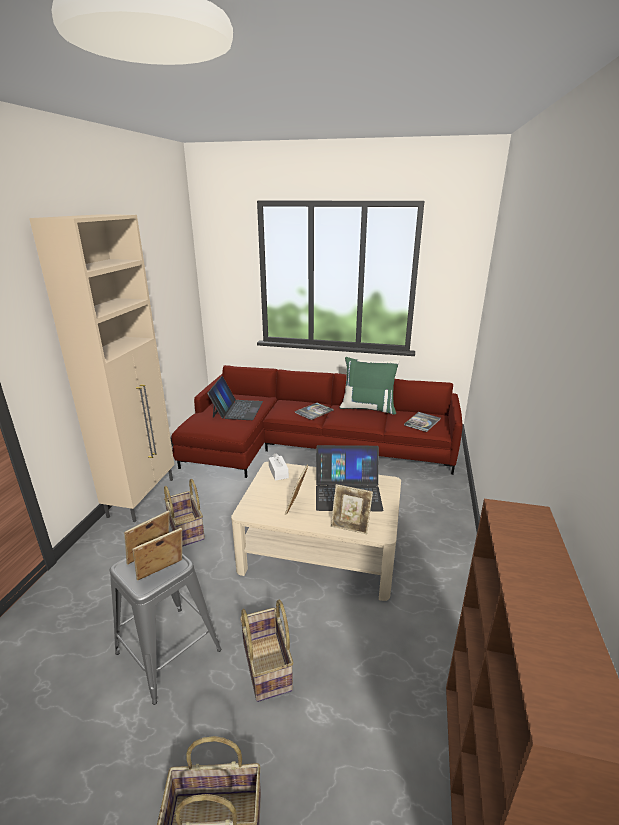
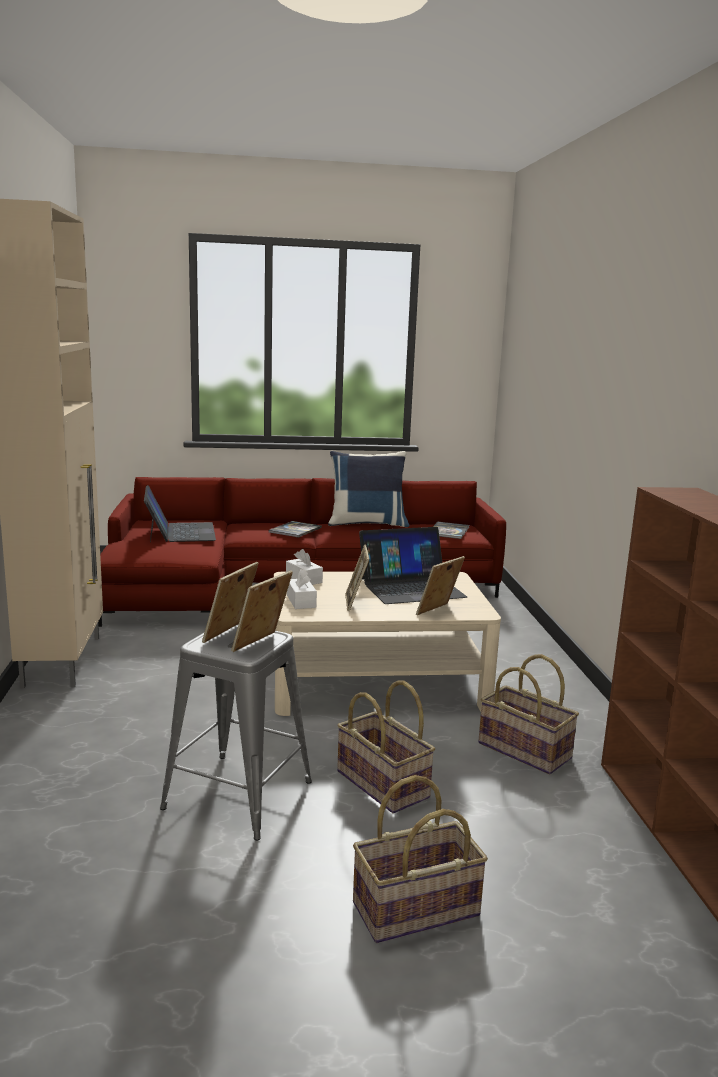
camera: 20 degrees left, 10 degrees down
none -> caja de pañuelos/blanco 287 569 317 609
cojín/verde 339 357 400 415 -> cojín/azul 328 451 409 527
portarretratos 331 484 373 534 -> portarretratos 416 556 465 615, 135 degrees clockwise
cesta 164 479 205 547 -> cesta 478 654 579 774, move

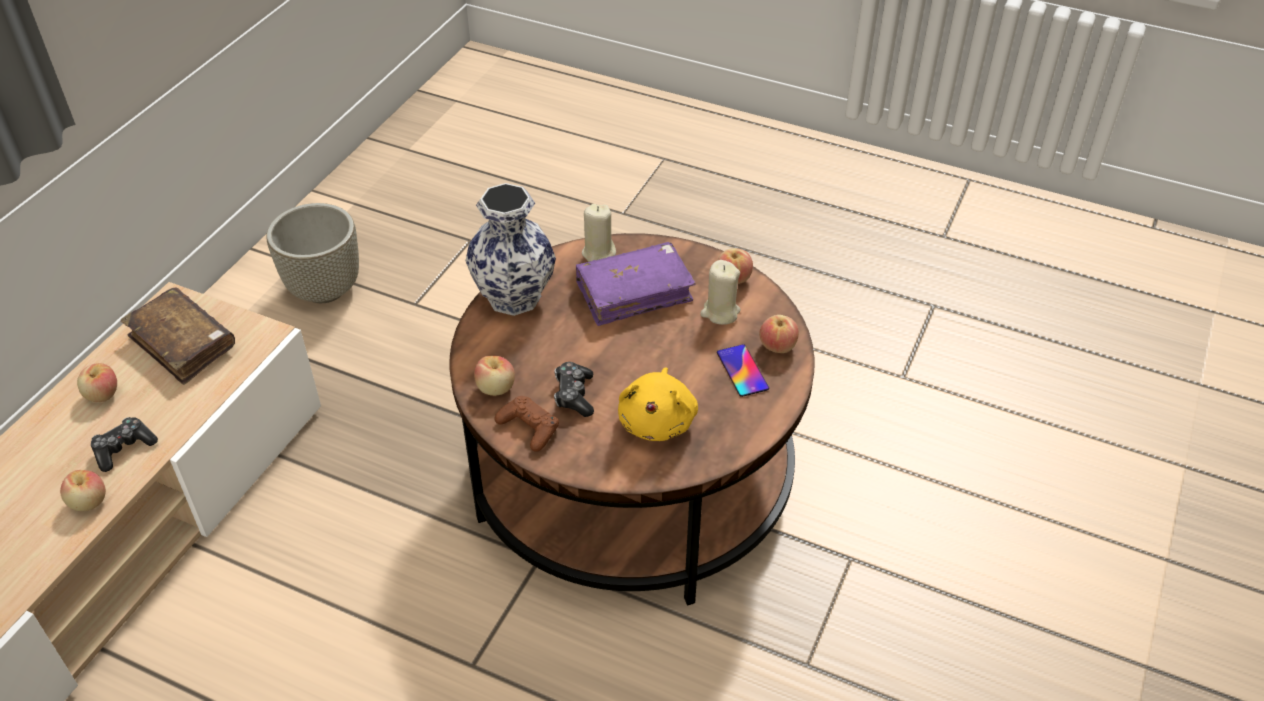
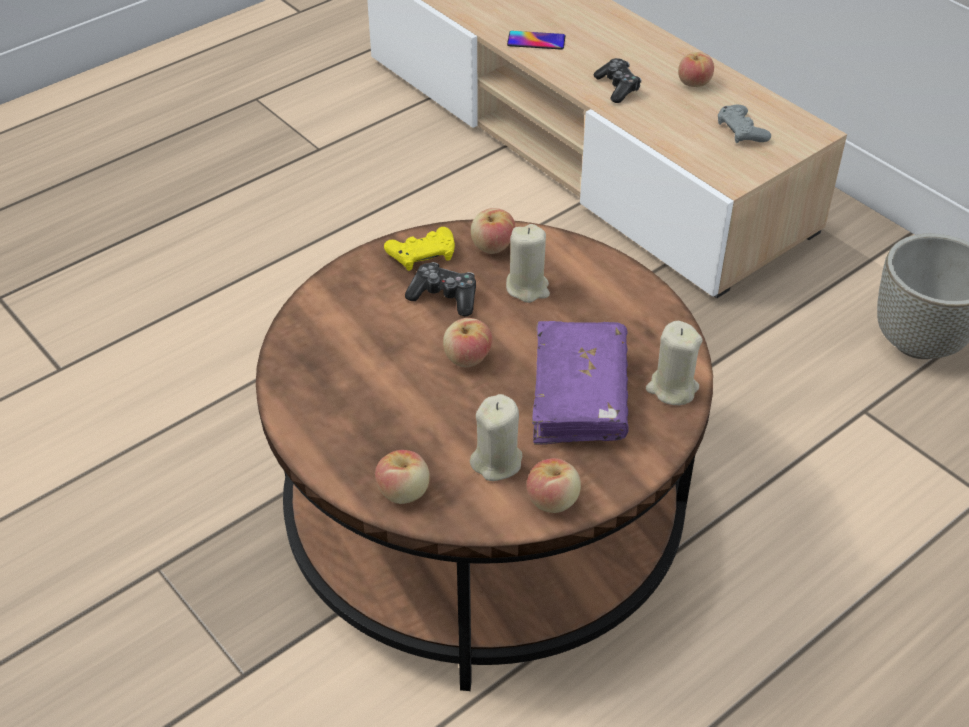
camera: 115 degrees right, 0 degrees up
mando de consola/marrón 494 396 559 452 -> mando de consola/amarillo 384 227 455 271
manzana 60 470 106 511 -> manzana 443 318 493 367, move
none -> vela/beis 506 224 550 303
móvil 717 344 769 397 -> móvil 507 31 566 50, move
libro/marrón 121 287 235 385 -> mando de consola/gris 718 105 771 143
florero 466 183 556 316 -> none
peluche/amarillo 618 368 698 441 -> none

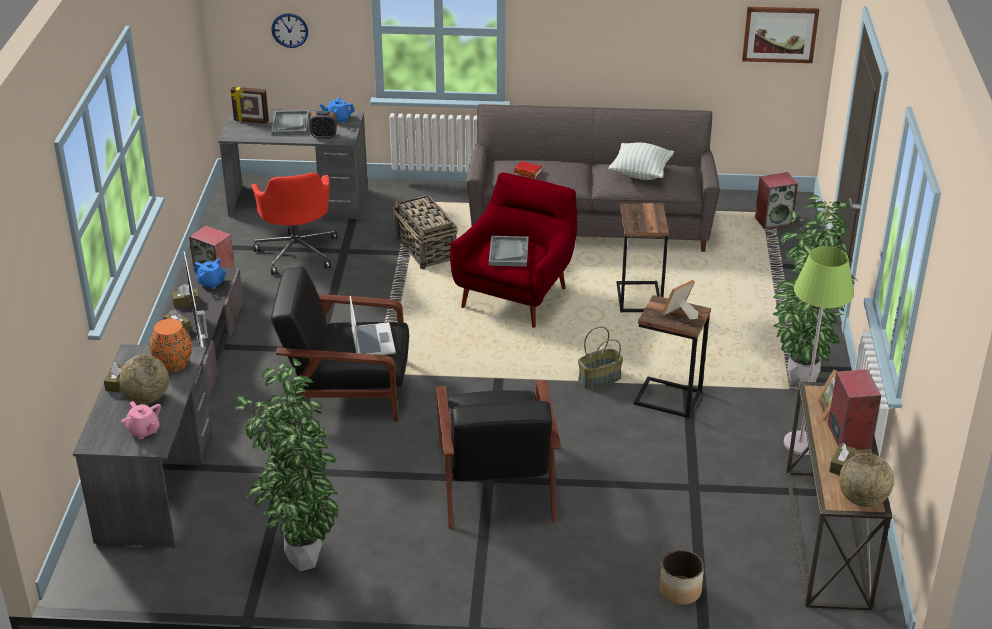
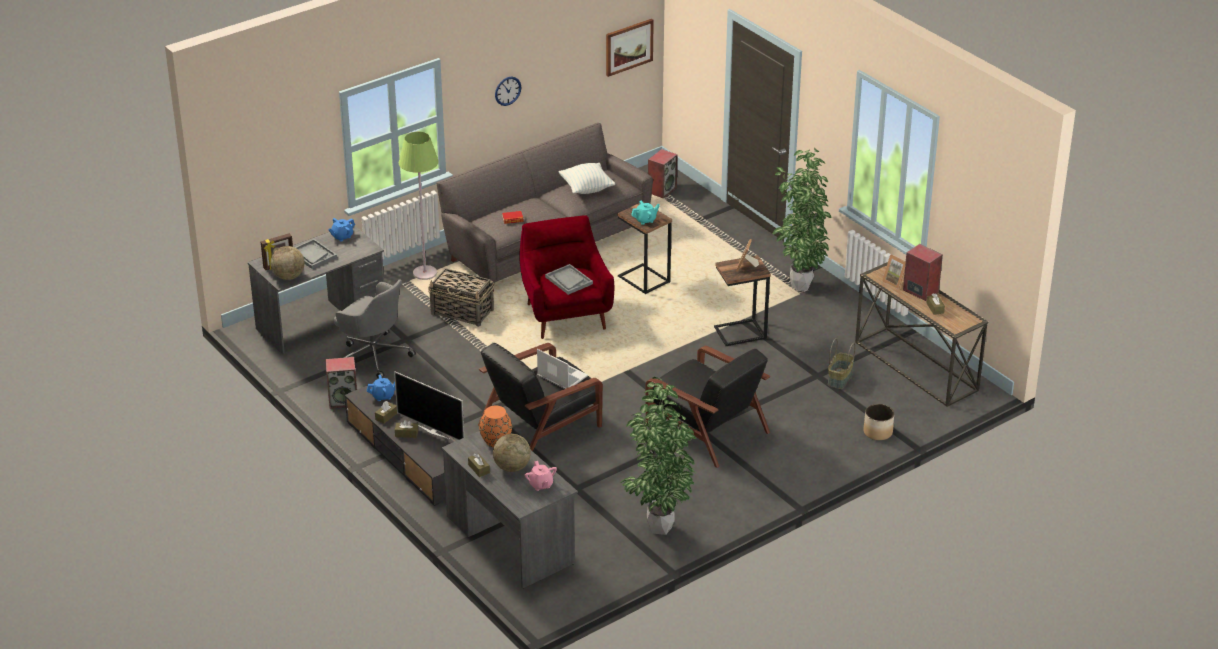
camera: 40 degrees left, 0 degrees up
globo terráqueo 839 453 894 507 -> globo terráqueo 270 246 305 280, move
silla de oficina/rojo 251 172 338 275 -> silla de oficina/gris 334 280 416 379
lámpara de pie/verde 784 246 854 455 -> lámpara de pie/verde 399 131 439 280, move
reloj de pared 271 13 308 48 -> reloj de pared 495 77 521 106, move
tetera/rosa 121 401 161 439 -> tetera/rosa 525 461 557 491, 60 degrees clockwise
none -> tetera/turquesa 631 201 660 225
cesta 578 327 623 389 -> cesta 828 338 855 389, move
despertador 310 111 337 139 -> none

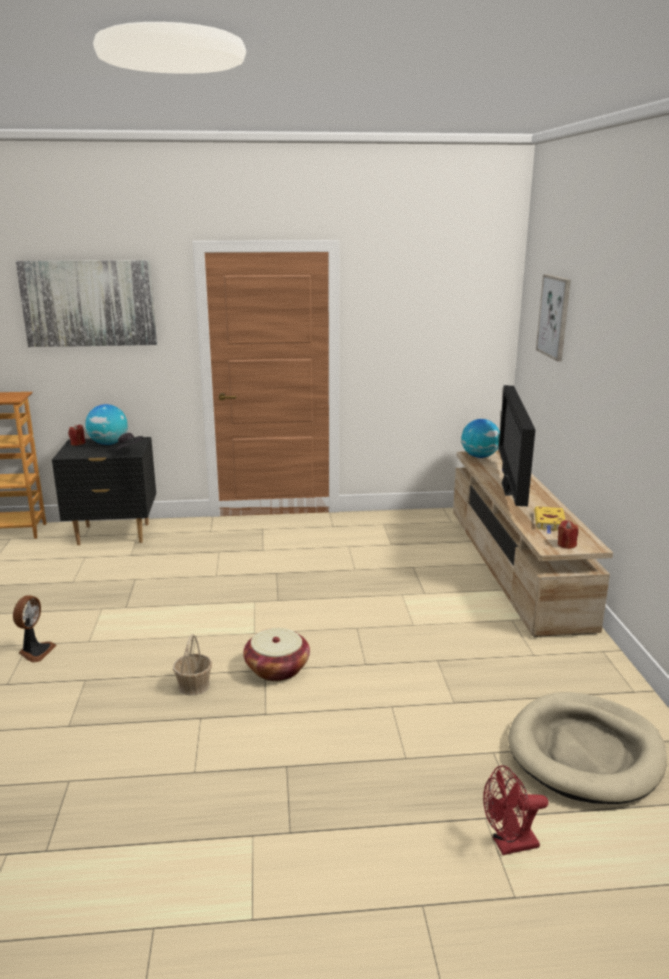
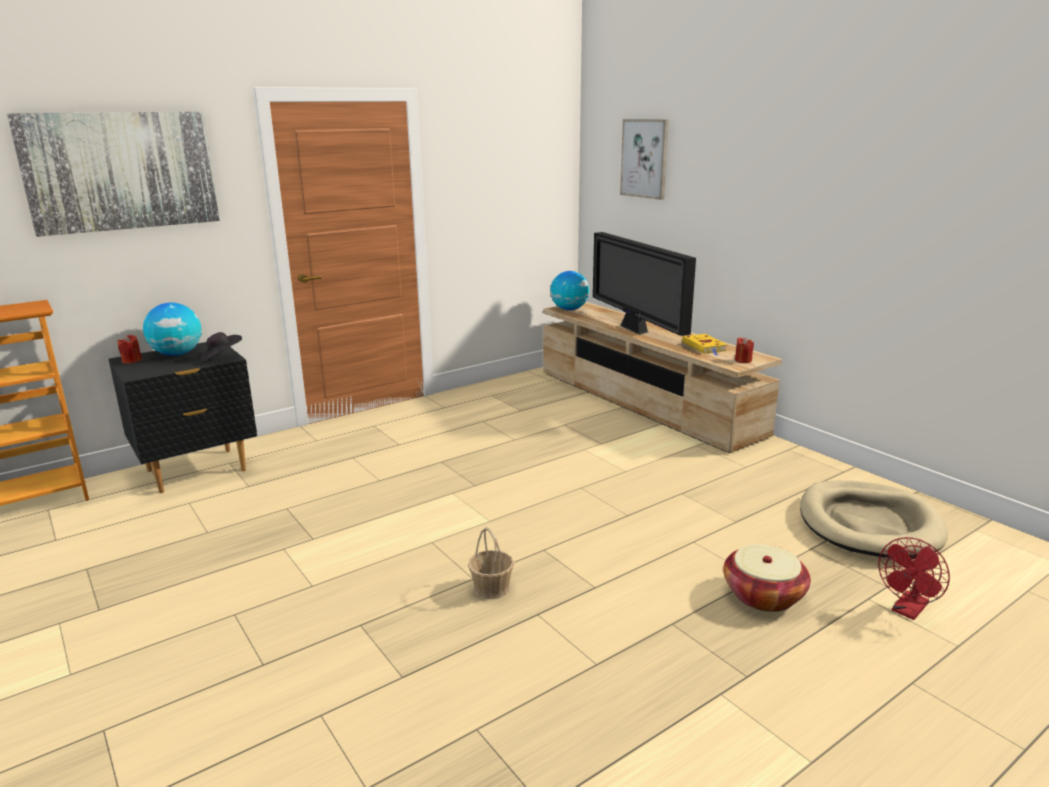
camera: 30 degrees left, 0 degrees up
cesta 243 628 310 681 -> cesta 723 544 811 612, move
ventilador 13 595 56 662 -> none

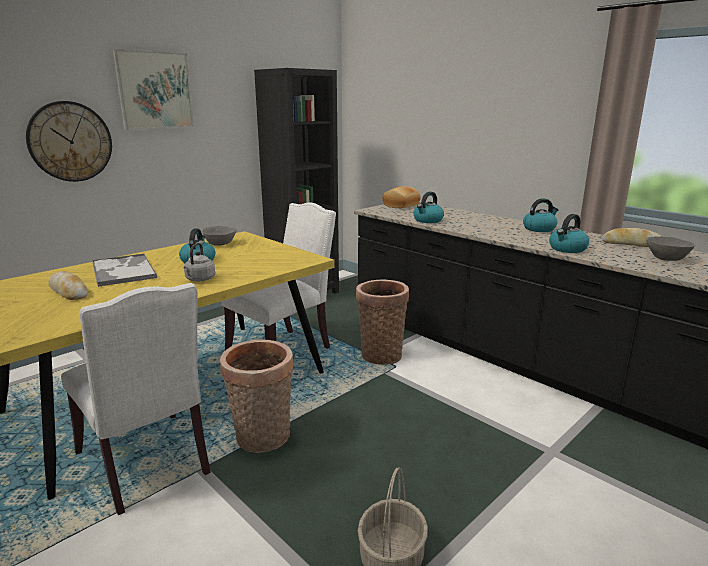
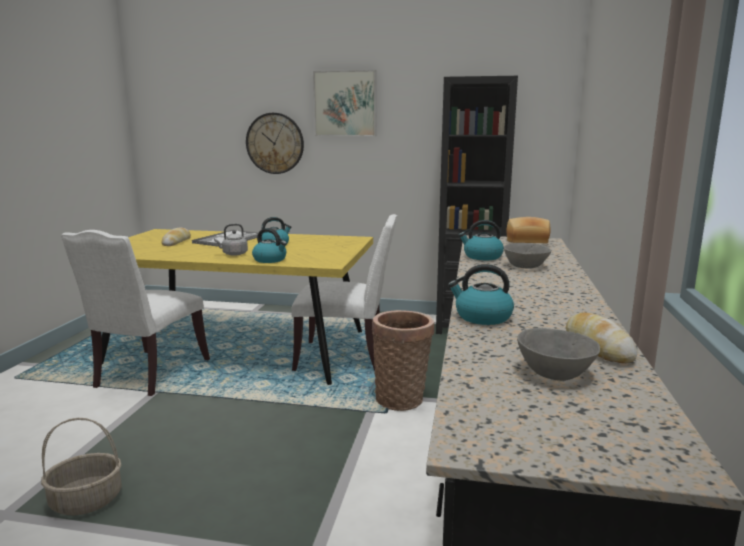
camera: 55 degrees right, 5 degrees down
hervidor 523 198 558 232 -> hervidor 252 228 287 263, move
cuenco/gris 202 226 237 246 -> cuenco/gris 504 243 551 268, move
cesta 220 339 293 453 -> none

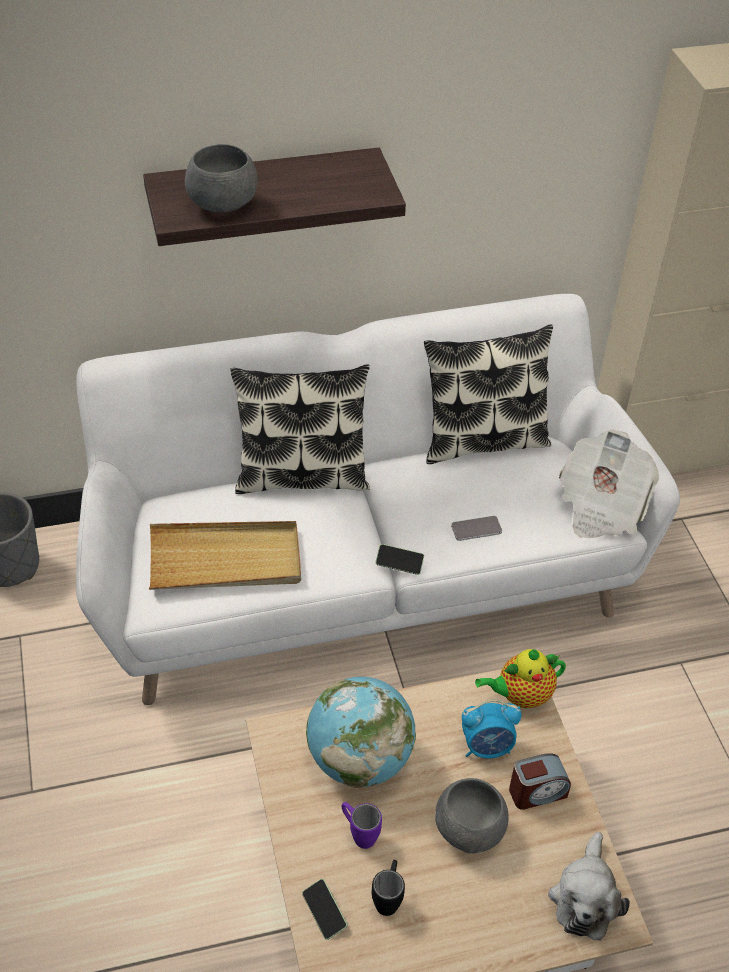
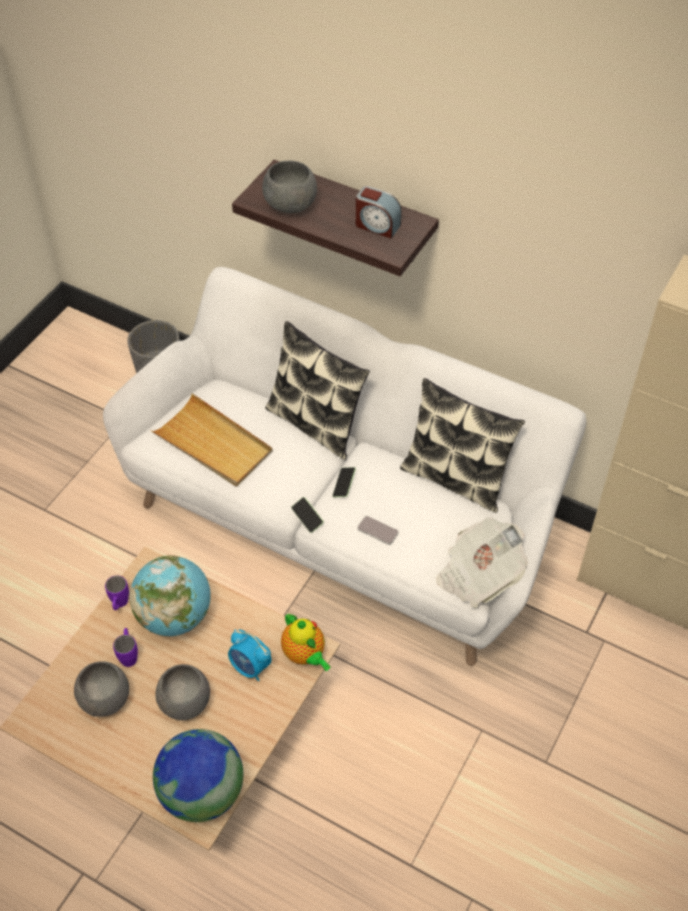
camera: 45 degrees right, 5 degrees up
taza grande/negro 372 860 405 916 -> cuenco/gris 74 661 129 717
none -> taza grande/morado 105 575 129 610
peluche 548 832 630 941 -> globo terráqueo 153 729 243 822
tetera 475 649 566 708 -> tetera 281 614 330 671, 150 degrees counterclockwise
móvil 302 879 347 940 -> móvil 333 467 356 497, move
despertador 509 753 571 810 -> despertador 356 186 401 238, move

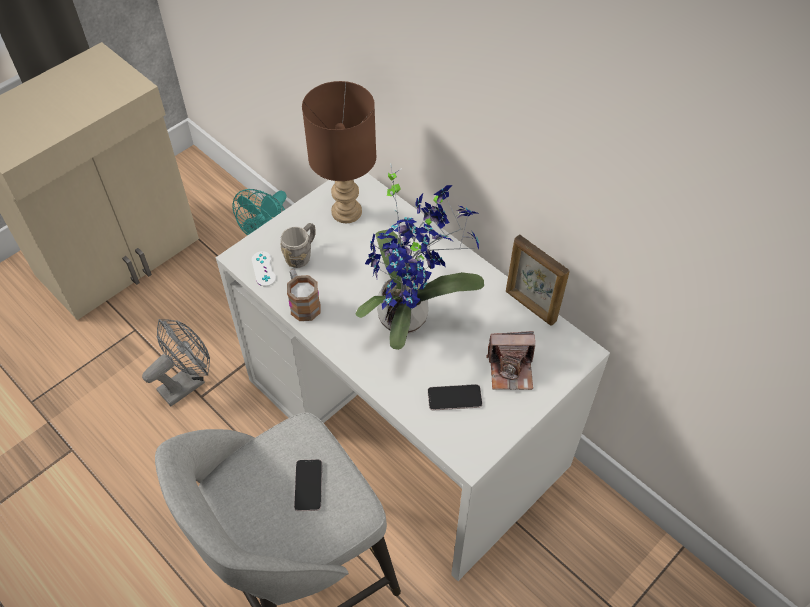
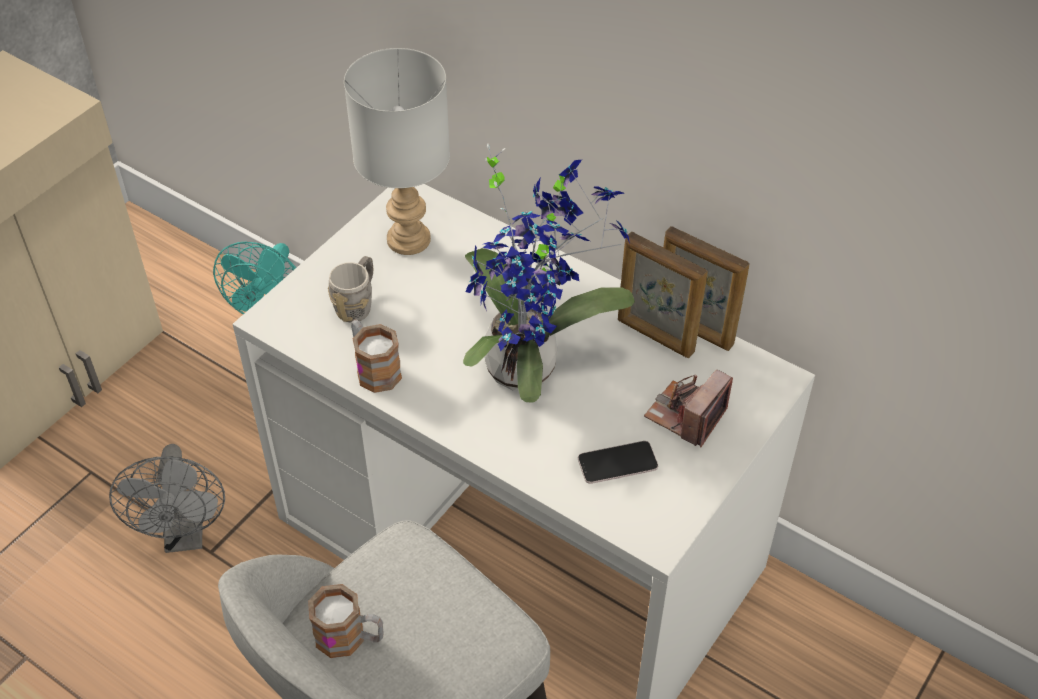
camera: 10 degrees left, 5 degrees down
ventilador/gris 142 319 210 406 -> ventilador/gris 109 444 225 553, 135 degrees clockwise
none -> taza grande 308 584 383 658
lámpara de mesa/marrón 302 81 376 223 -> lámpara de mesa/gris 344 48 450 255
none -> portarretratos 618 231 708 358
cámara 486 331 535 390 -> cámara 644 370 733 448, 135 degrees clockwise
mando de consola/blanco 252 251 276 287 -> none
móvil 294 459 322 511 -> none

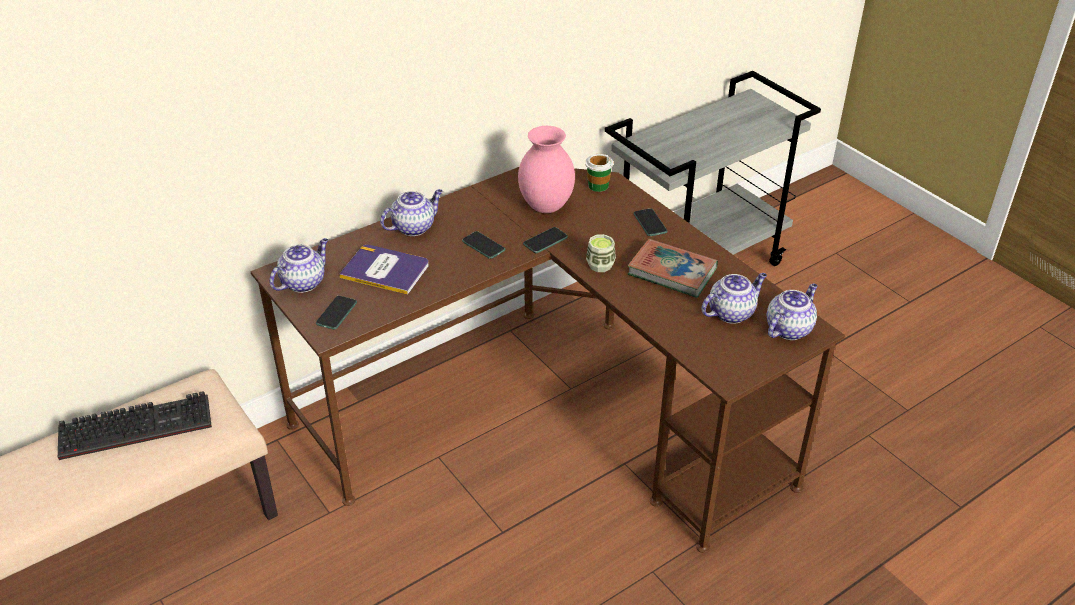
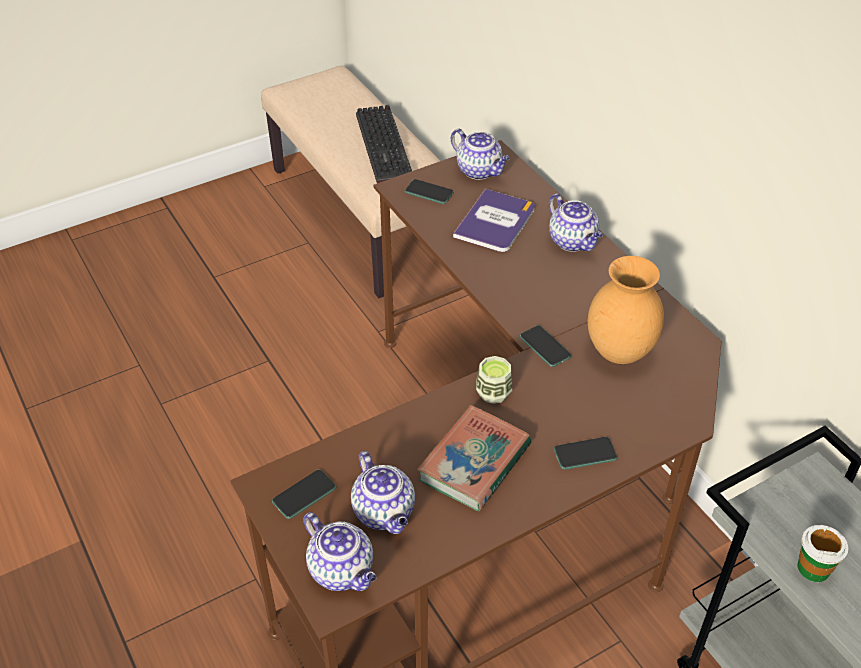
camera: 95 degrees right, 5 degrees up
móvil 462 231 505 259 -> móvil 272 470 336 519, move
florero/rosa 518 126 575 213 -> florero/marrón 588 256 664 364
taza 585 154 613 192 -> taza 797 525 848 582, move

